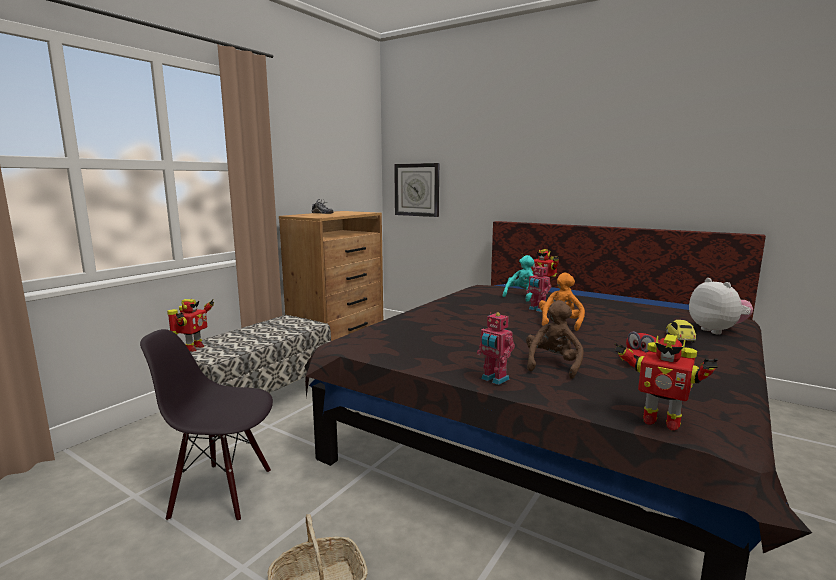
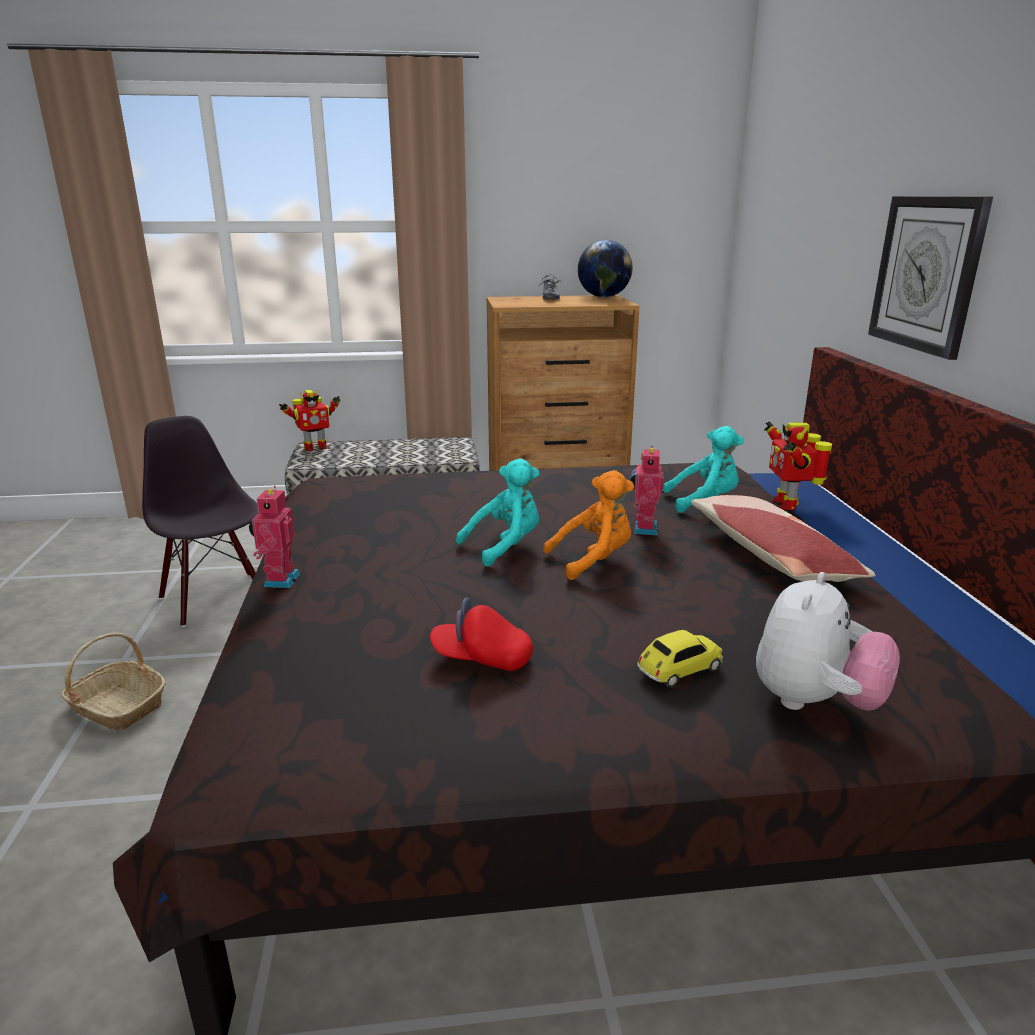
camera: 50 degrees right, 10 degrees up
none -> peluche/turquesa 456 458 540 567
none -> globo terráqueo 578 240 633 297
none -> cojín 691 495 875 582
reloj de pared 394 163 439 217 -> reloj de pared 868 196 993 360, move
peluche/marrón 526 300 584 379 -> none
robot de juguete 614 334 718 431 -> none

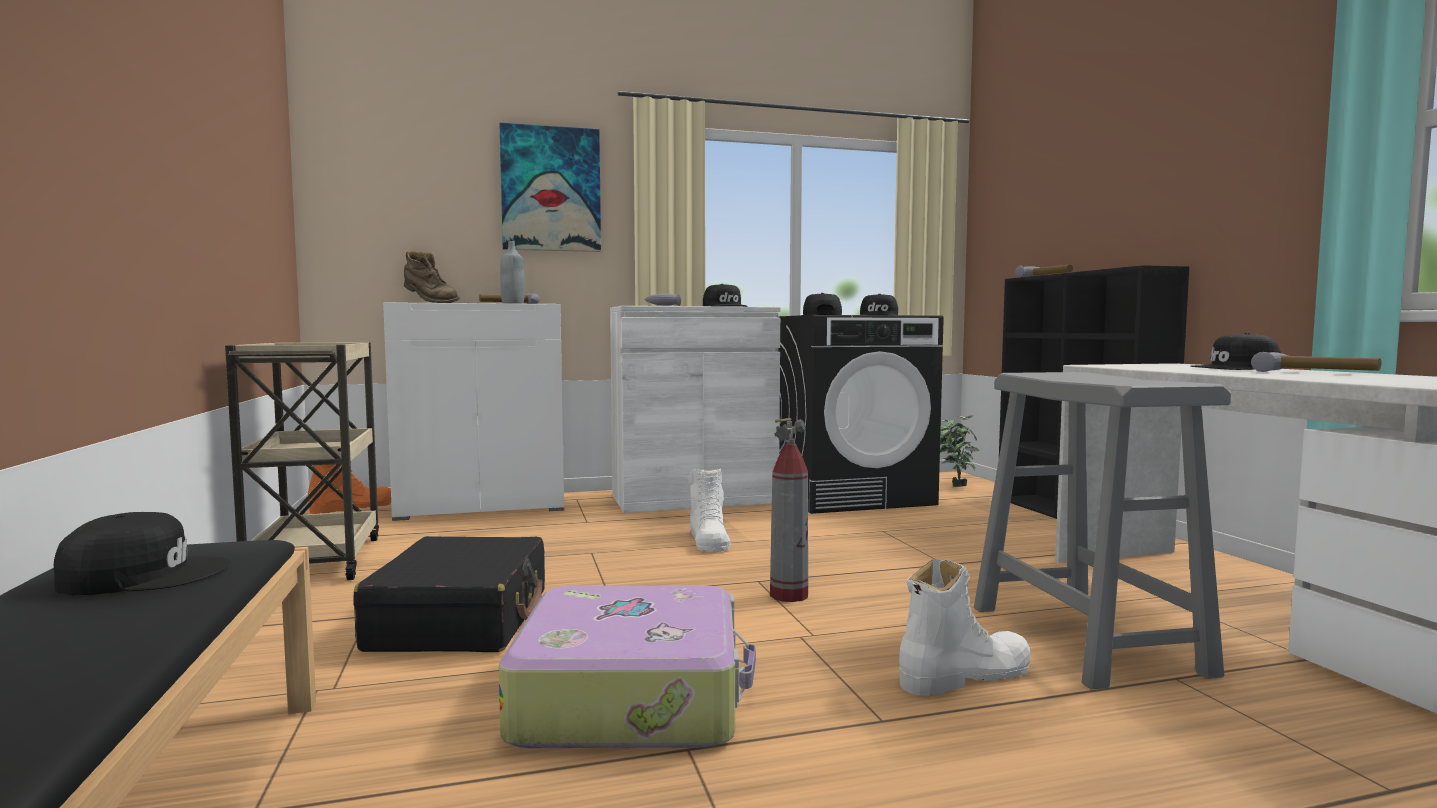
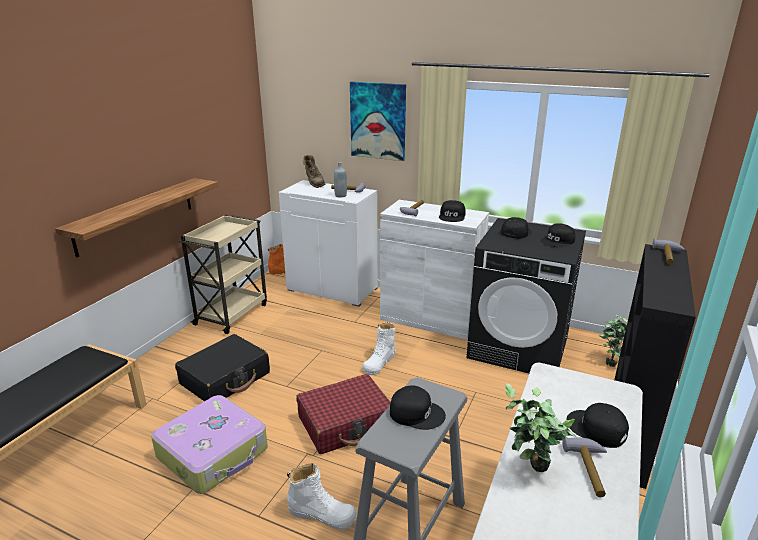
camera: 40 degrees right, 20 degrees up
none -> estante 55 178 219 258
extintor 770 418 808 602 -> maleta/rojo 296 374 391 454
gorra/negro 54 512 231 595 -> gorra/negro 390 385 446 430, move
none -> planta en maceta 505 383 576 472

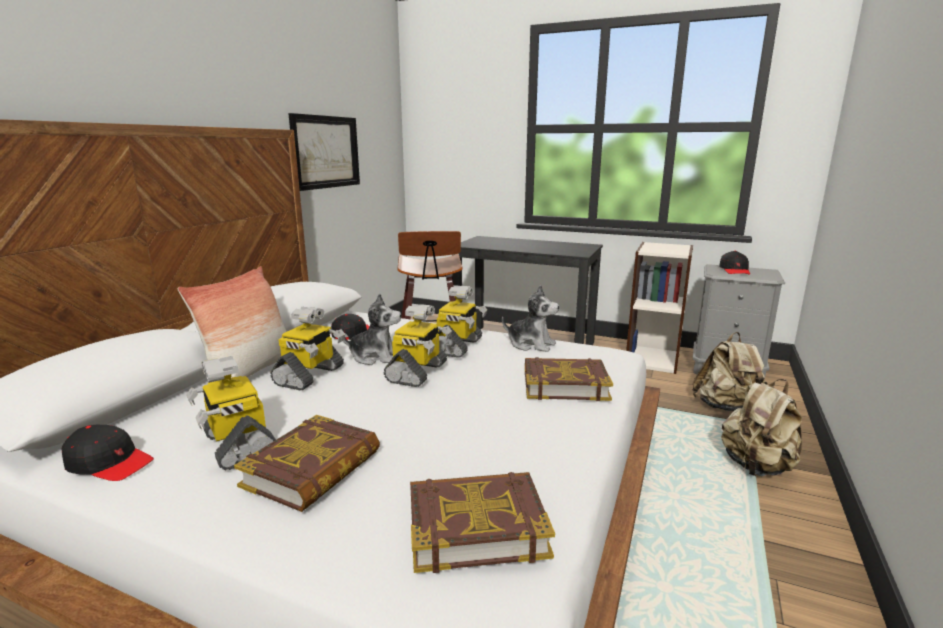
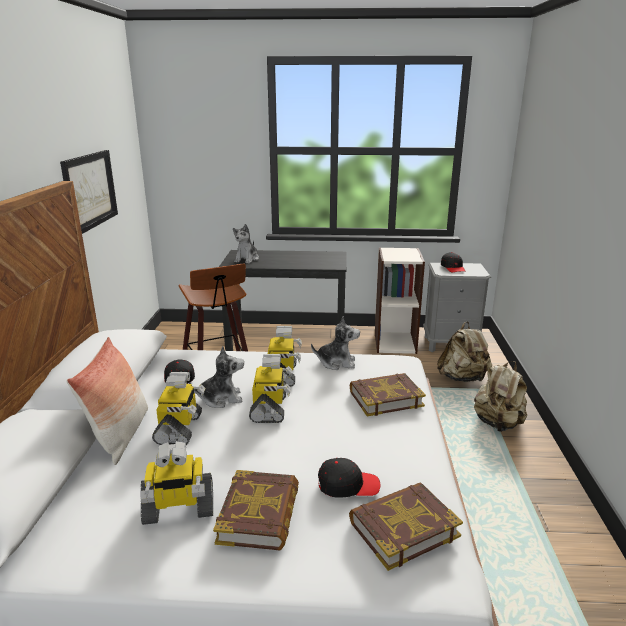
camera: 20 degrees left, 5 degrees up
robot de juguete 186 356 276 470 -> robot de juguete 140 441 213 525, 45 degrees counterclockwise
none -> peluche 233 224 259 264
gorra/negro 61 425 154 481 -> gorra/negro 318 458 380 498, move

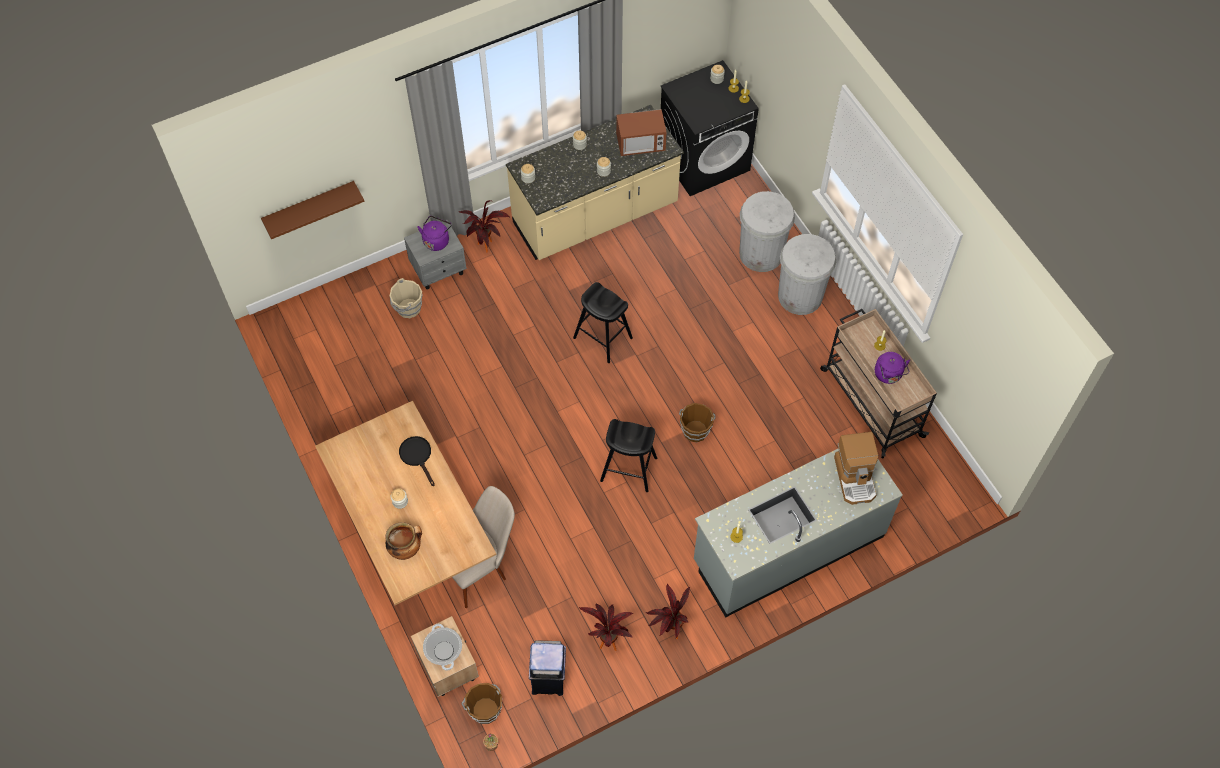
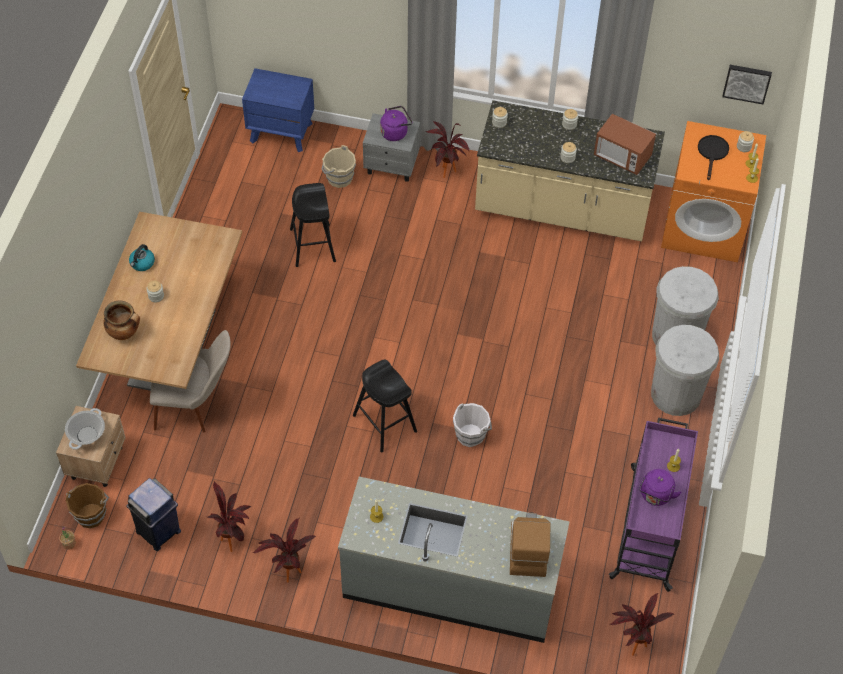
camera: 40 degrees right, 5 degrees down
none -> hervidor 129 244 155 271
none -> mesita de noche/azul 242 68 314 152
taburete/negro 573 282 633 363 -> taburete/negro 290 183 336 267, move
cubo/marrón 679 403 715 442 -> cubo/blanco 453 403 492 447
cafetera 834 432 879 505 -> cafetera 510 512 550 577, 150 degrees clockwise
carrito/beis 820 309 937 458 -> carrito/morado 609 418 698 592
none -> planta en maceta 610 593 674 656
lavadora/negro 661 60 759 196 -> lavadora/naranja 661 121 766 262
sartén/negro 399 436 435 486 -> sartén/negro 698 135 729 180, move
none -> cuadro 722 65 772 104
estante/marrón 261 181 365 239 -> none

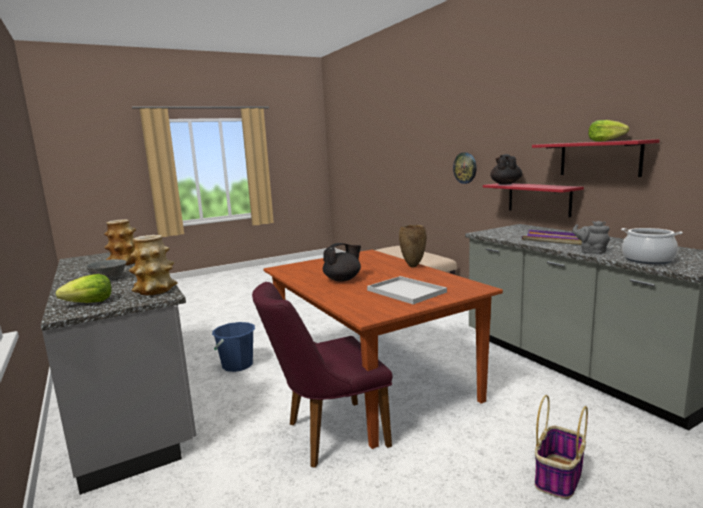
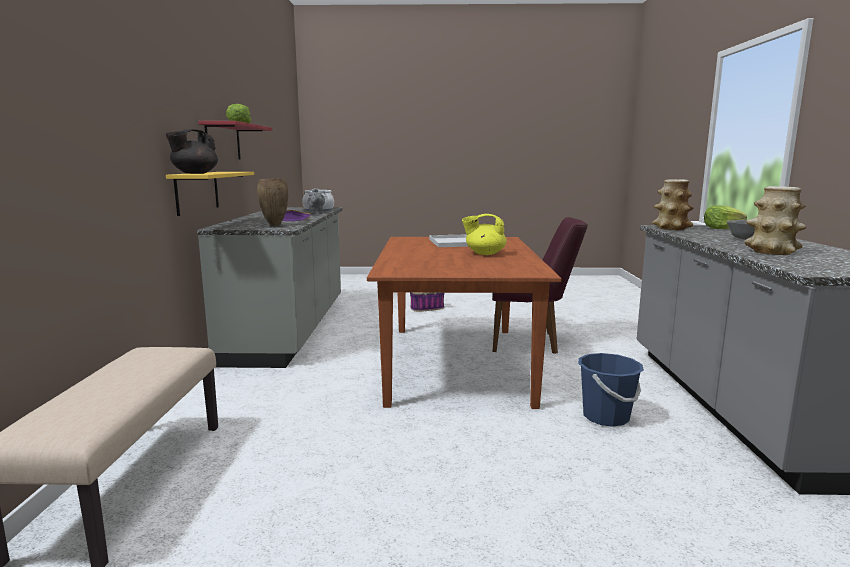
camera: 150 degrees left, 0 degrees up
estante/rojo 483 183 584 217 -> estante/amarillo 166 172 254 216
florero/marrón 399 225 427 267 -> florero/marrón 257 179 289 226, move
tetera/negro 323 243 361 282 -> tetera/amarillo 462 214 507 255
reloj de pared 453 152 477 184 -> none

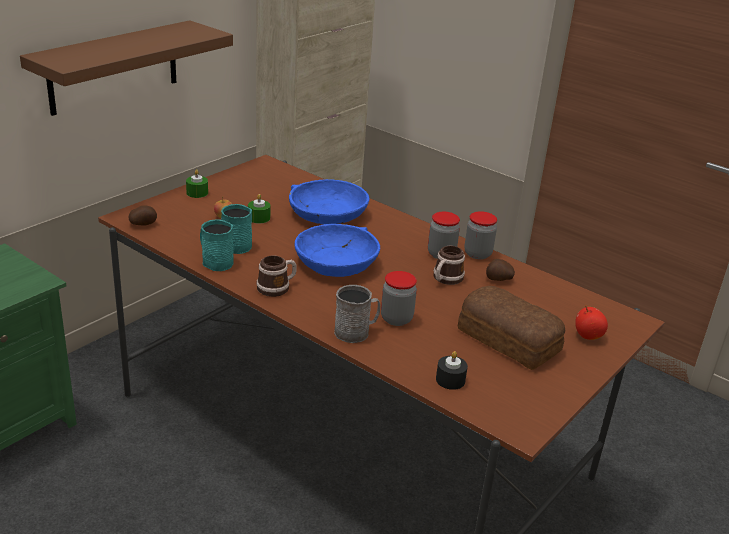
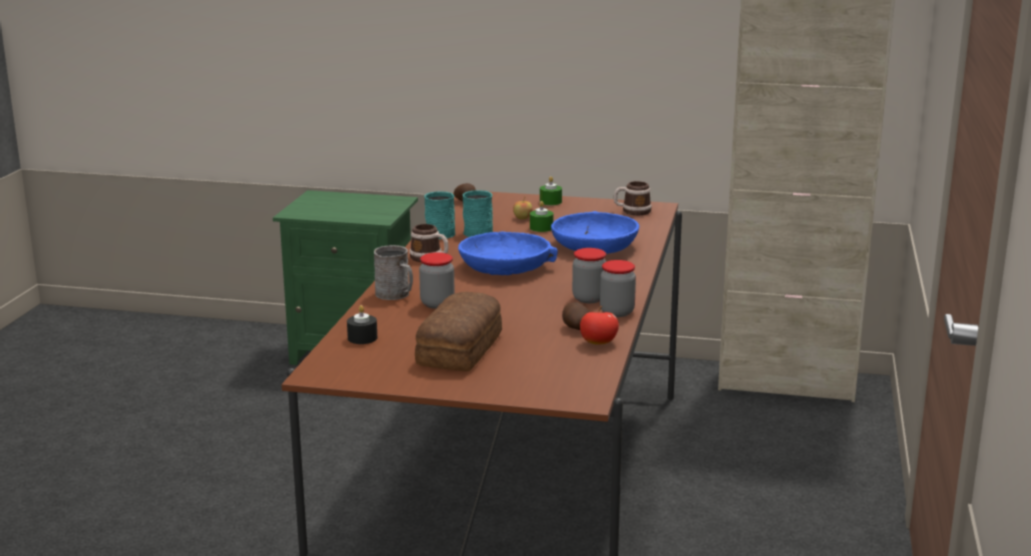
camera: 65 degrees right, 10 degrees down
manzana 575 305 608 340 -> manzana 580 306 619 345, move
taza grande 433 246 465 285 -> taza grande 614 181 652 215, move
estante/marrón 20 20 233 116 -> none

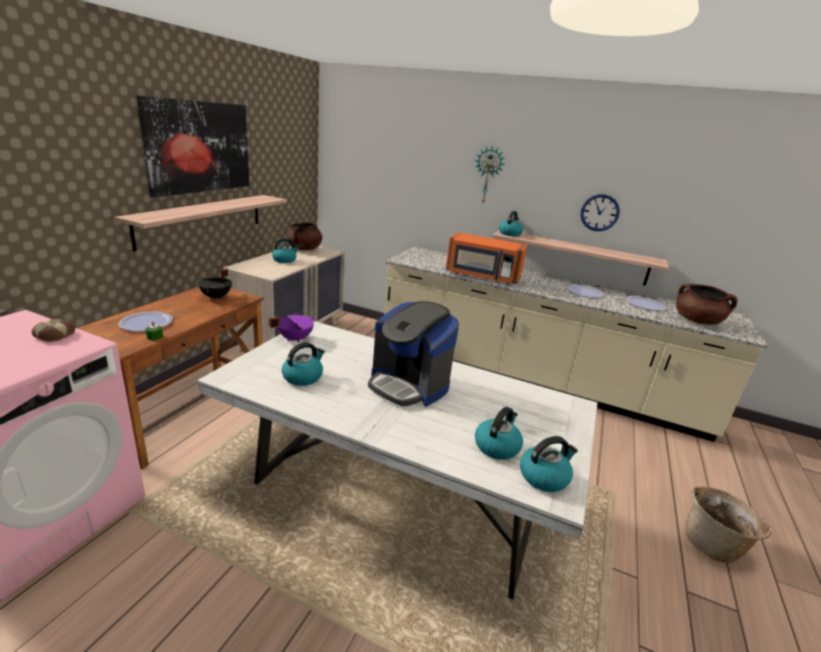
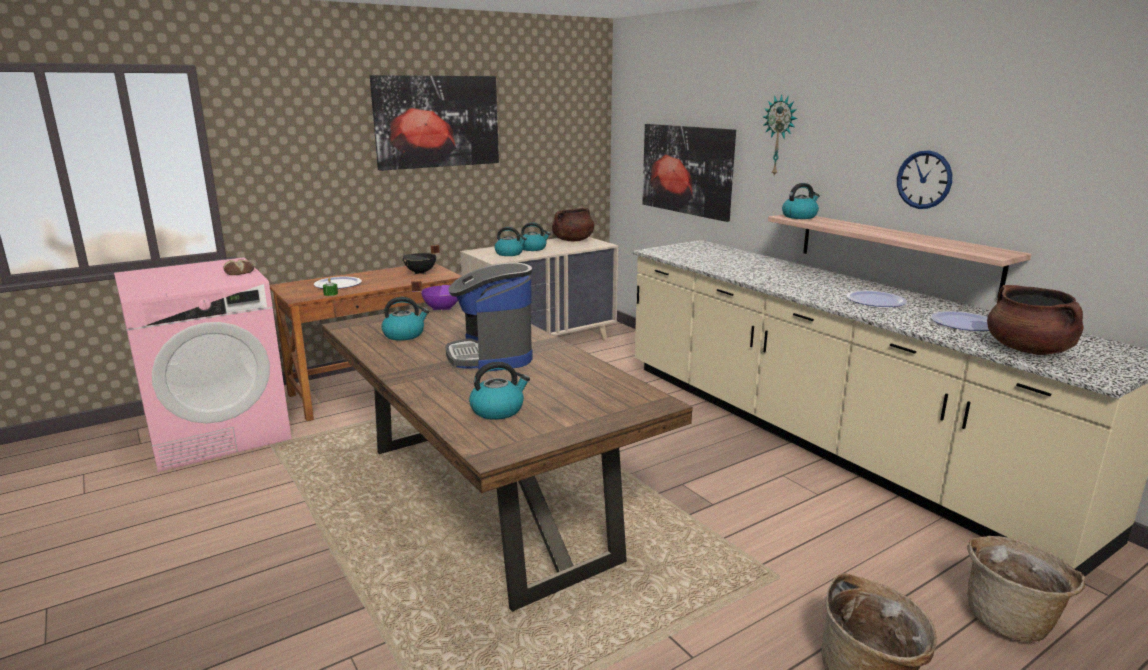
camera: 35 degrees right, 5 degrees down
mesa de comedor/blanco 197 321 598 599 -> mesa de comedor/marrón 321 301 693 612
hervidor 520 436 578 492 -> hervidor 494 227 527 256, move
none -> cuadro 642 124 736 222
none -> cesta 967 536 1085 642
estante 115 195 287 251 -> none
microondas/naranja 446 232 527 284 -> none

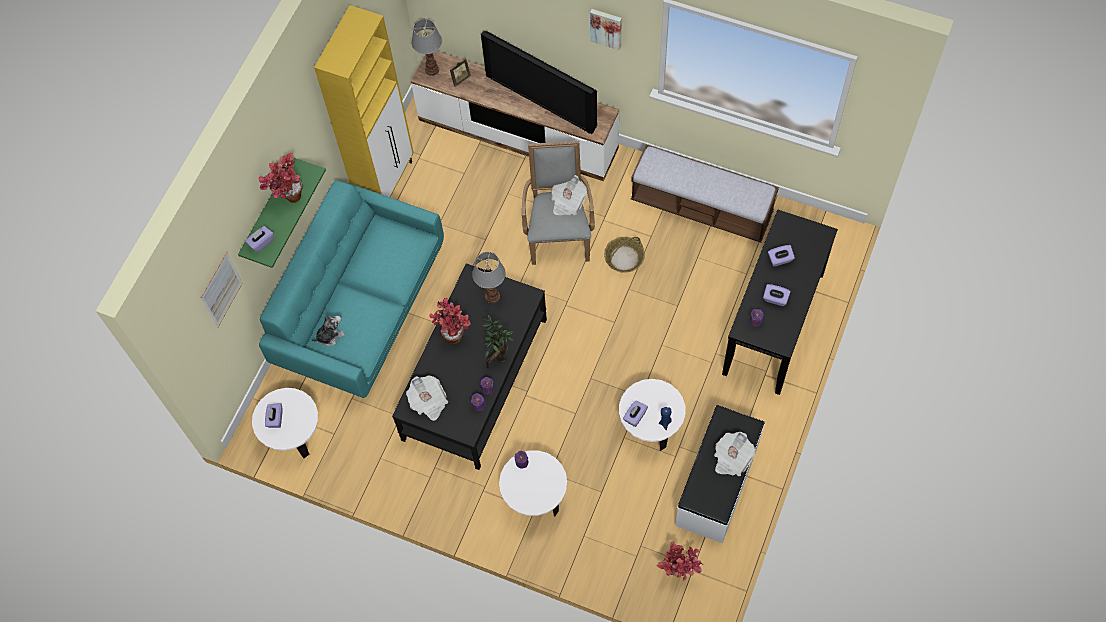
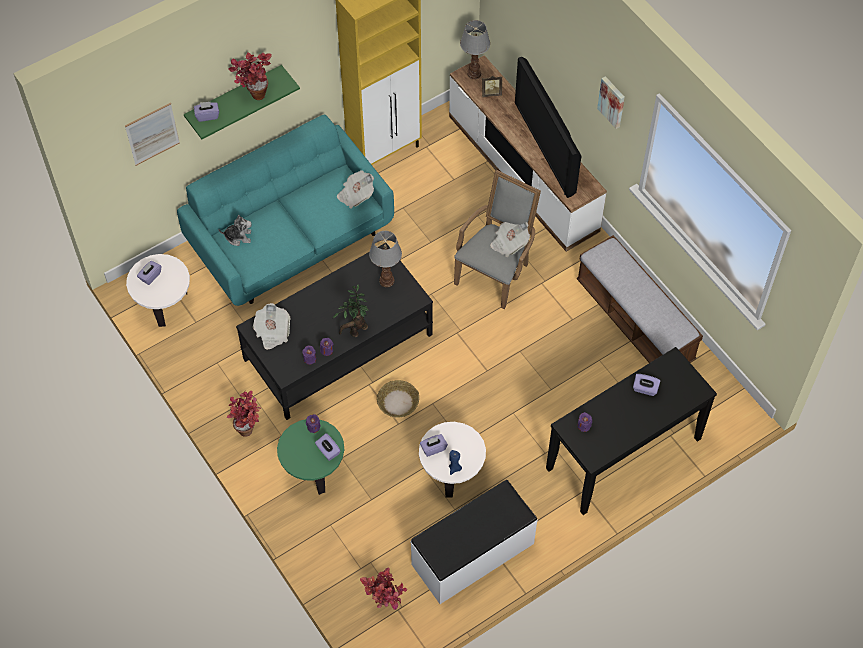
camera: 30 degrees right, 5 degrees down
planta en maceta 429 298 471 345 -> planta en maceta 227 391 261 437, move
mesa auxiliar/blanco 499 450 567 517 -> mesa auxiliar/verde 277 419 344 495
caja de pañuelos/morado 763 284 790 306 -> caja de pañuelos/morado 315 433 341 461, move
periódico 714 432 755 476 -> periódico 337 170 374 209, move
cesta 604 237 645 273 -> cesta 377 380 419 418, move

